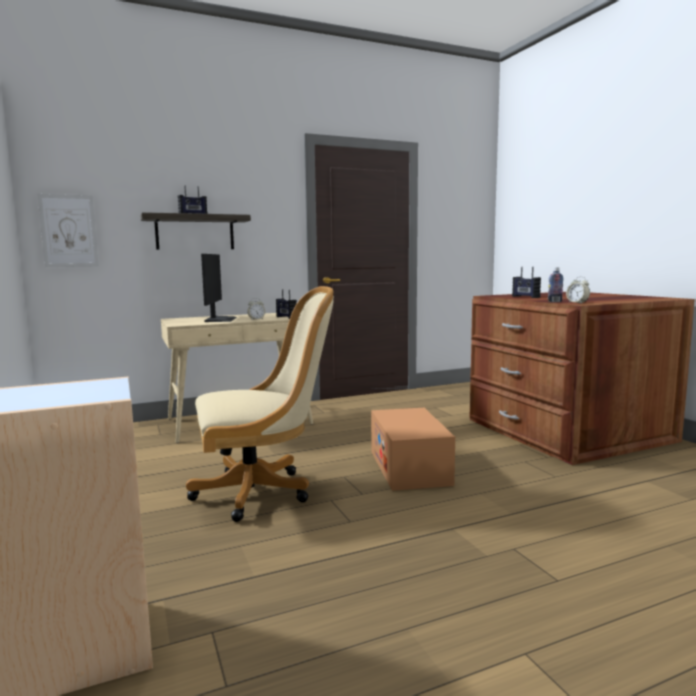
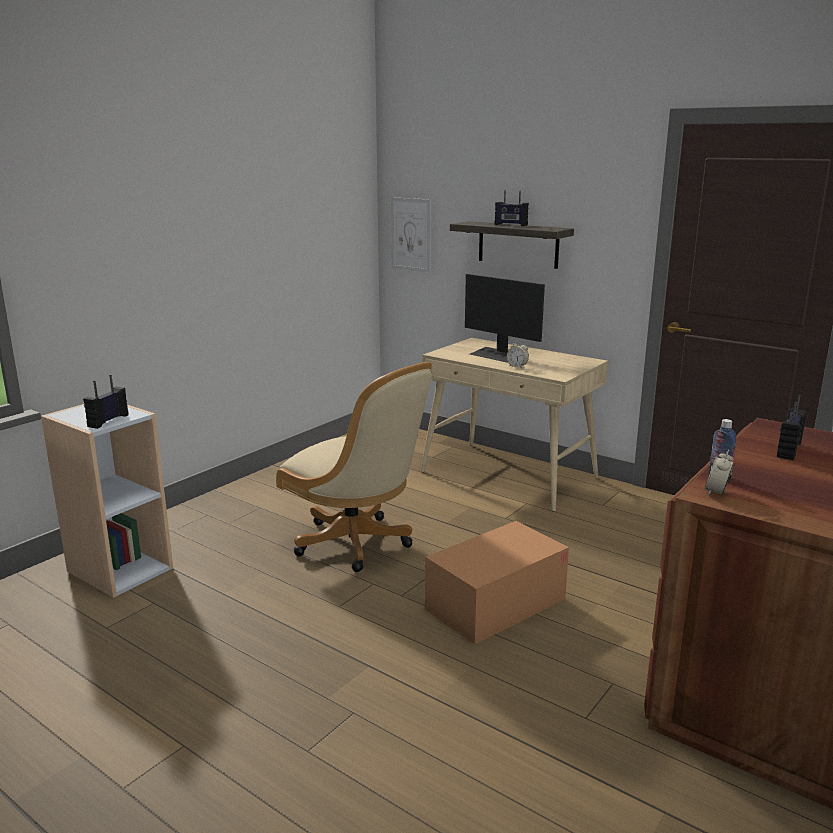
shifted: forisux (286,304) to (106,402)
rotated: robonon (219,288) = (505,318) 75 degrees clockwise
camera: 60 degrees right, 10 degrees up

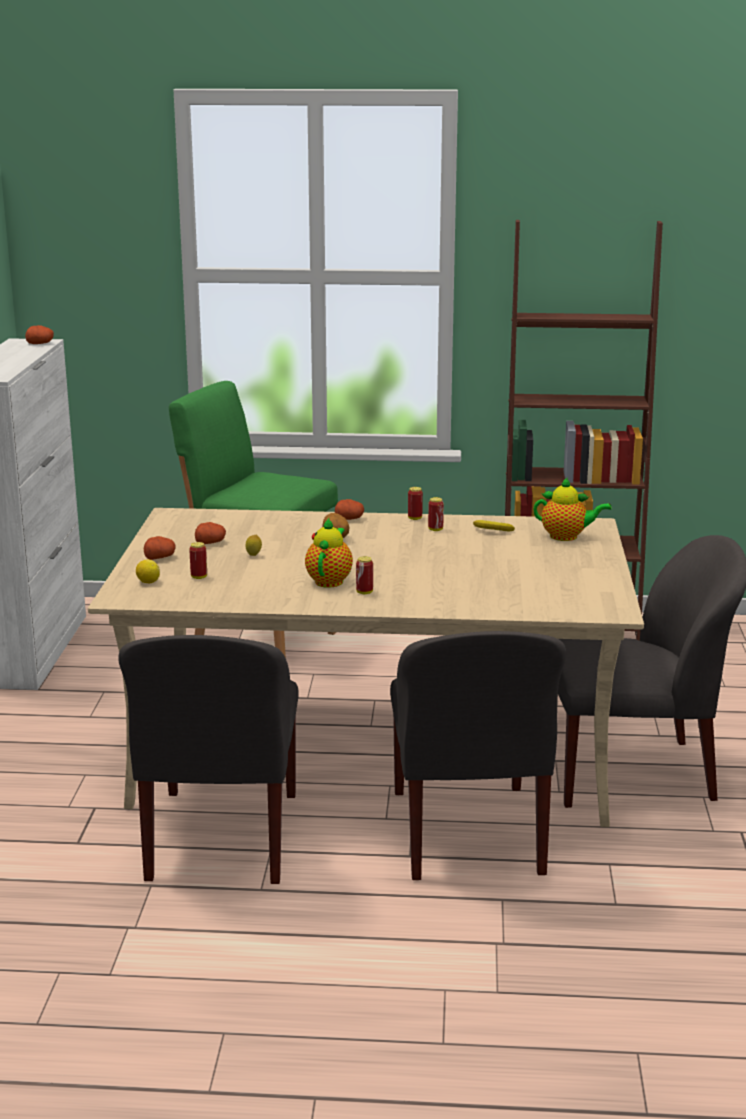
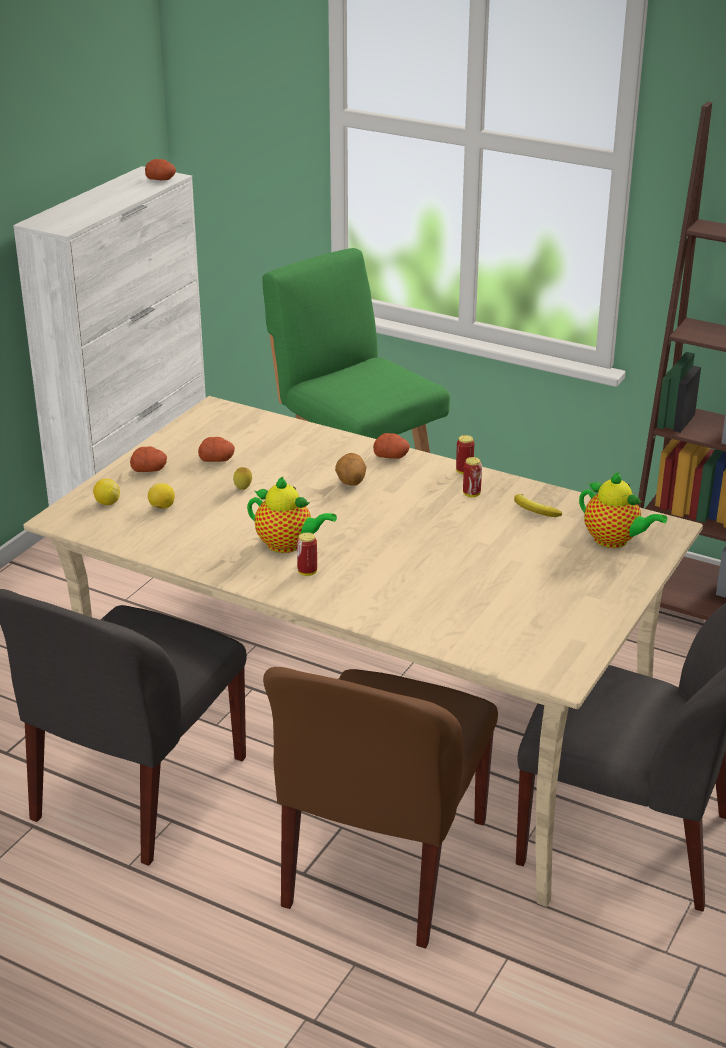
swapped: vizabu (198,560) to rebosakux (161,496)
repainted: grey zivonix (478,755) to brown zivonix (380,807)
rotated: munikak (329,553) = (292,515) 75 degrees clockwise
camera: 25 degrees right, 10 degrees up

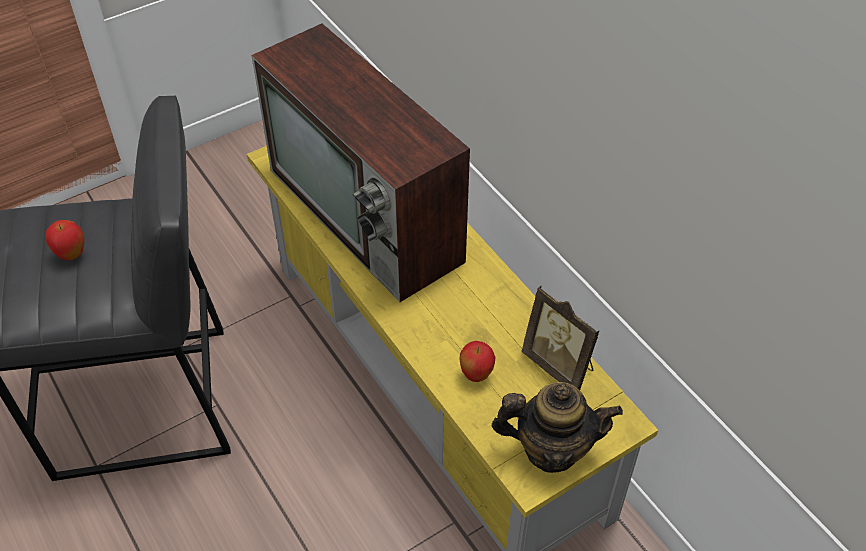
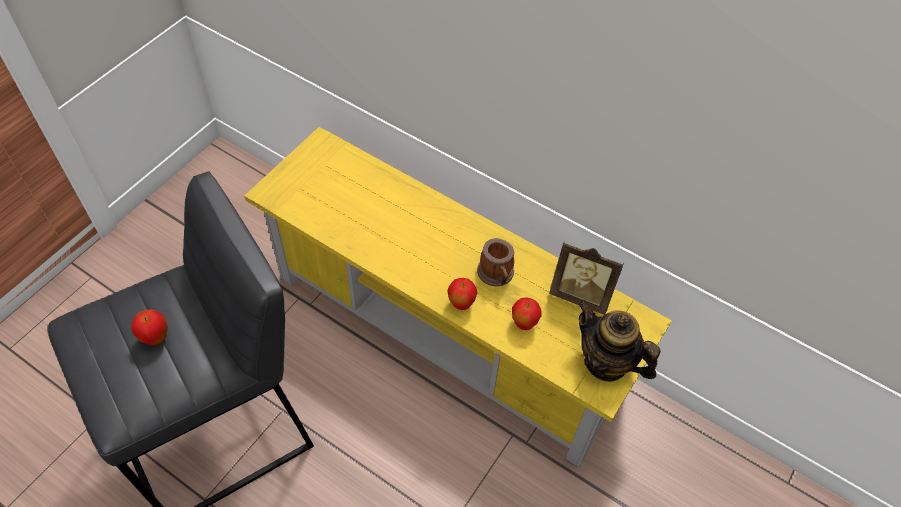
gone: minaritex (361,162)
new: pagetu (462,294); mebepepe (495,262)
rotated: munikak (557,427) = (619,341) 120 degrees counterclockwise
camera: 25 degrees left, 5 degrees up

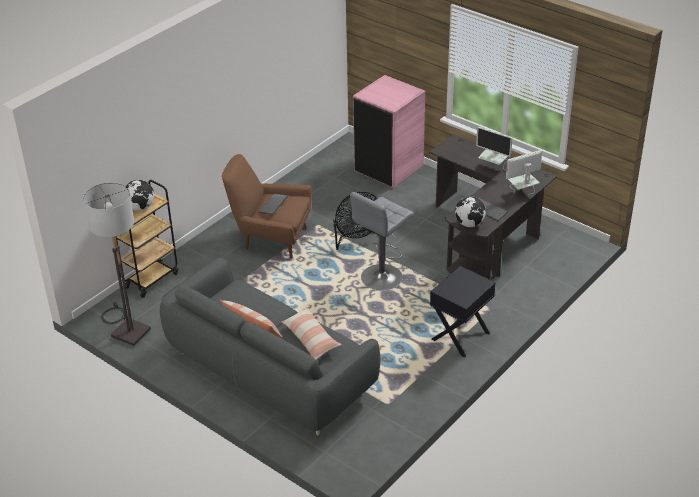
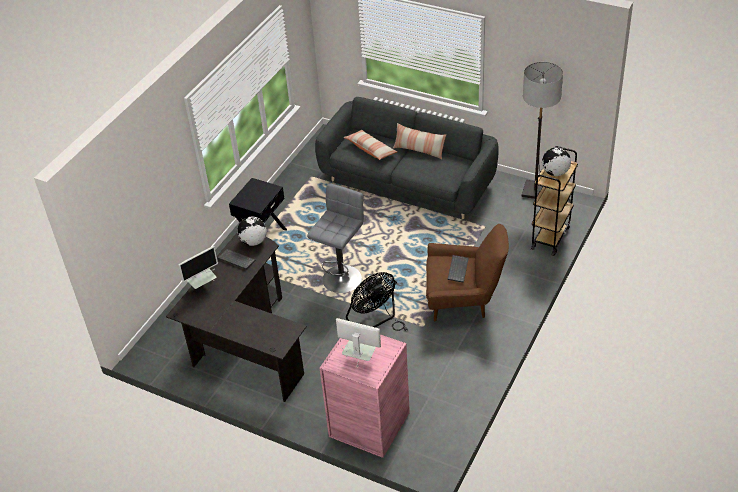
shifted: robonon (494,148) to (358,343)
camera: 170 degrees right, 5 degrees up

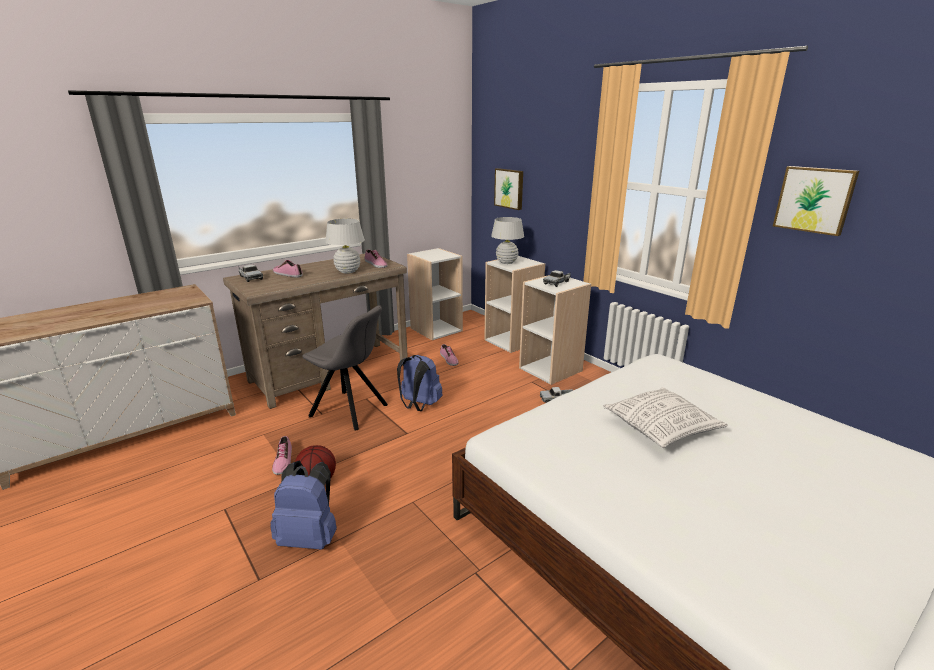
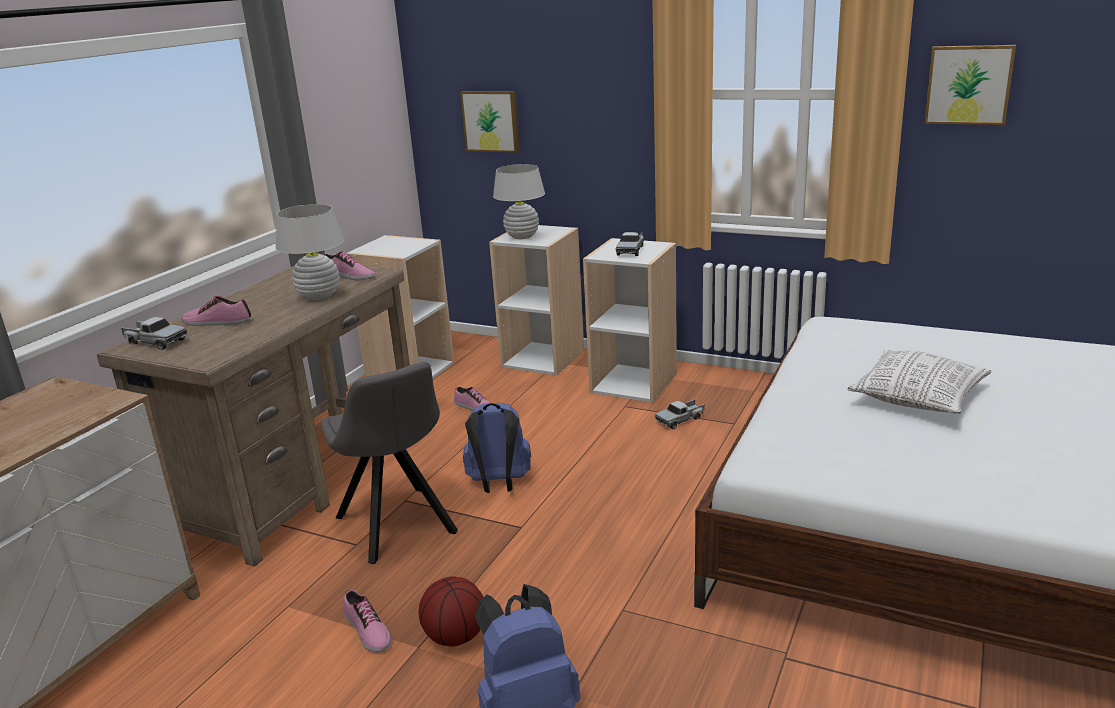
rotated: grey zivonix (345,367) = (389,463) 60 degrees clockwise
camera: 25 degrees left, 0 degrees up

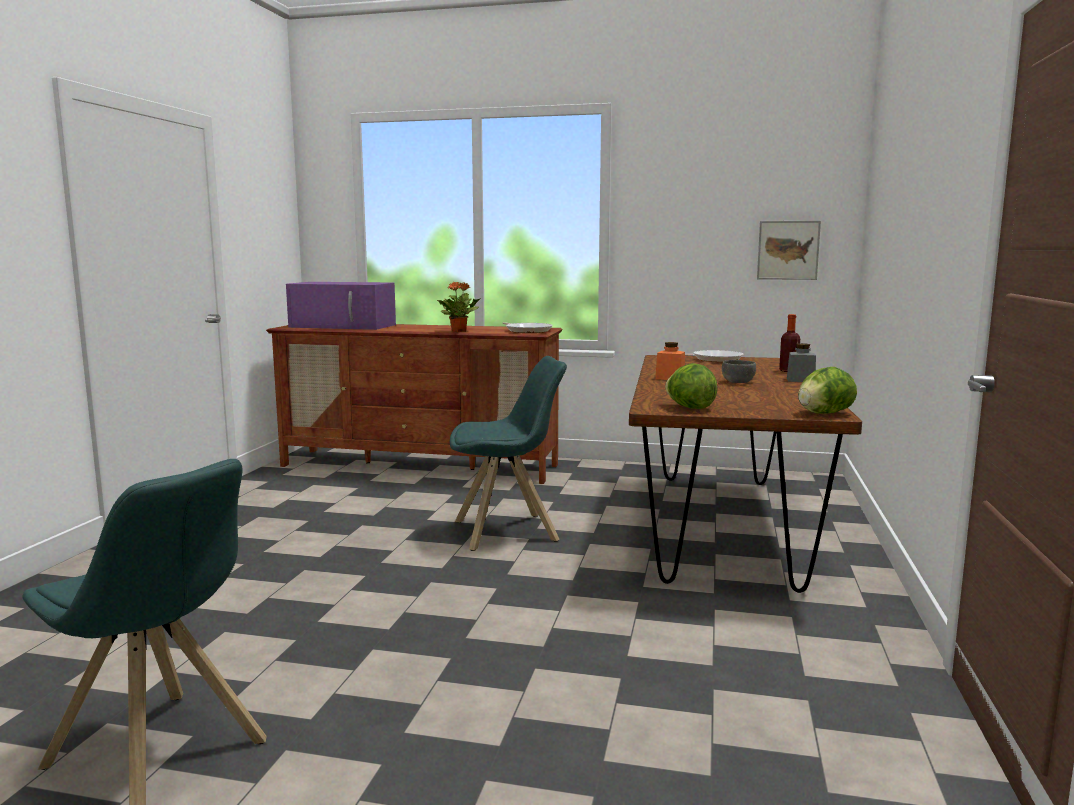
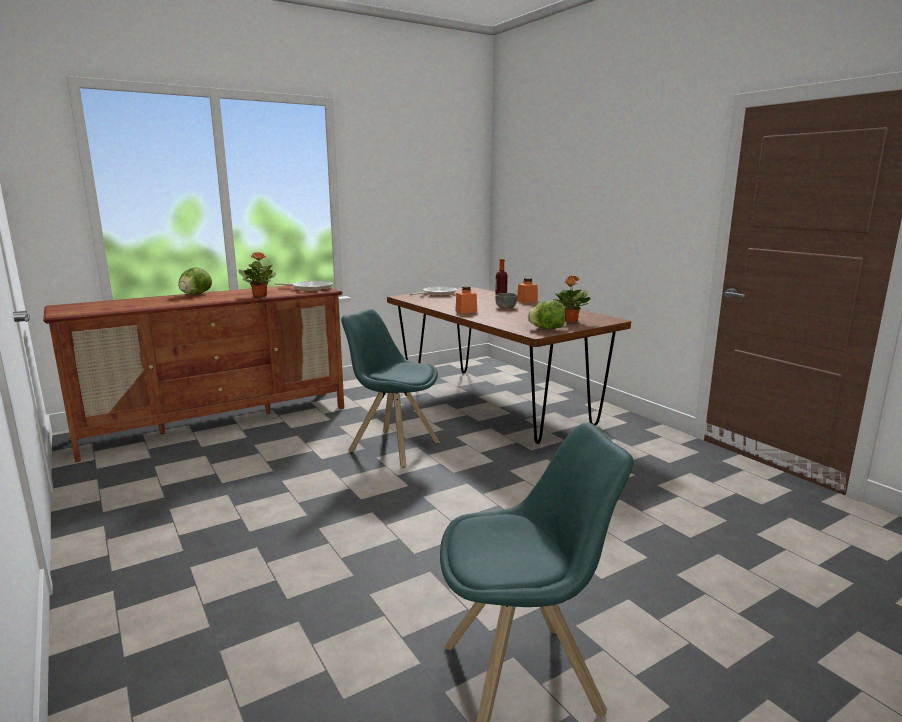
gone: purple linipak (341,306); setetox (789,250)
new: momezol (572,299)
shifted: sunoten (827,390) to (195,281)
repainted: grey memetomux (801,362) to orange memetomux (527,290)
rotated: turquoise zivonix (508,453) = (390,388) 90 degrees counterclockwise
camera: 45 degrees left, 5 degrees up

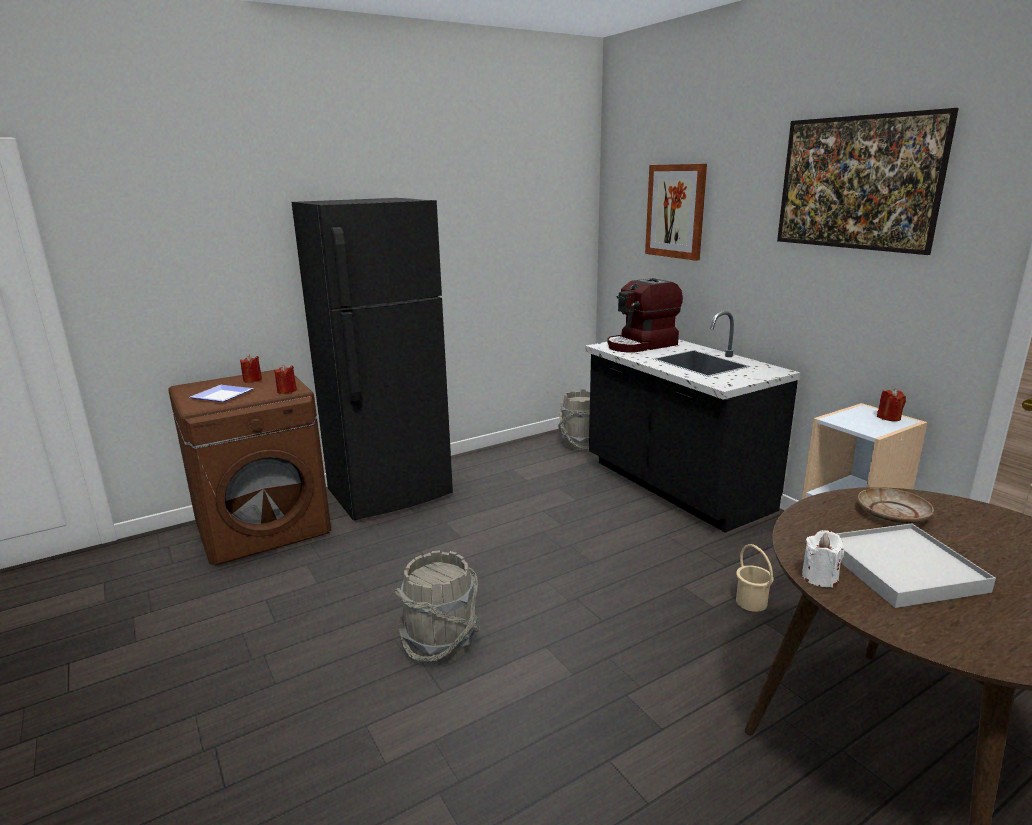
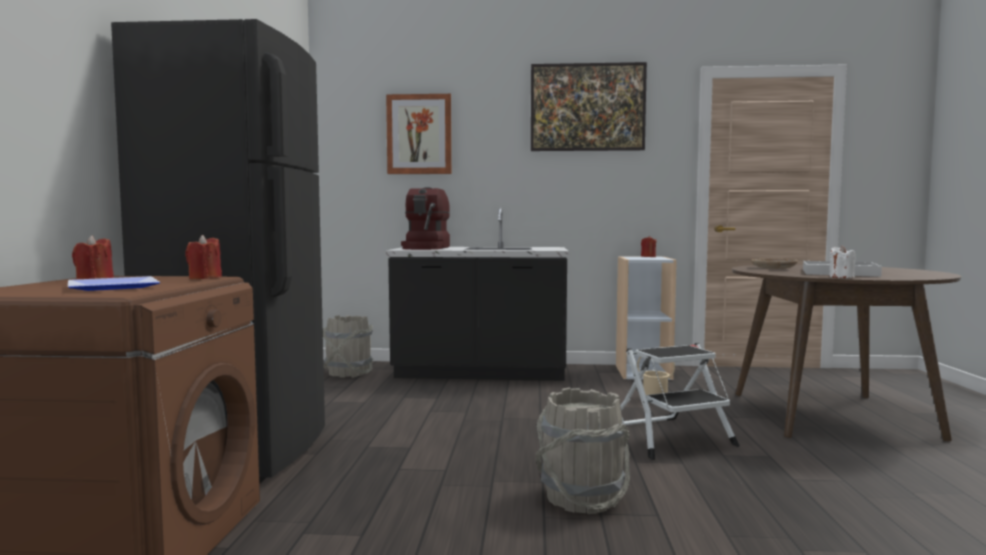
new: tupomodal (680,401)
camera: 55 degrees left, 15 degrees down

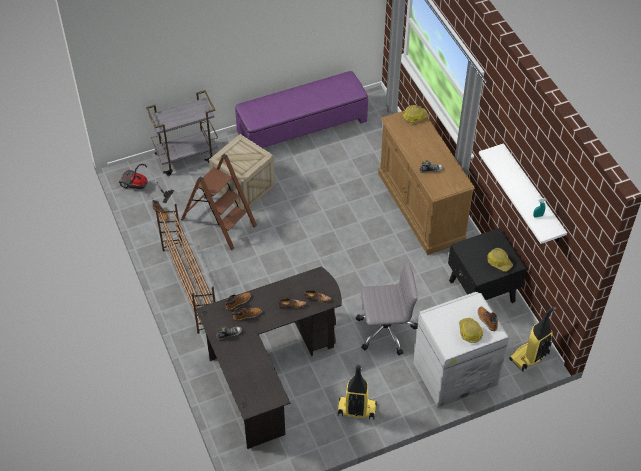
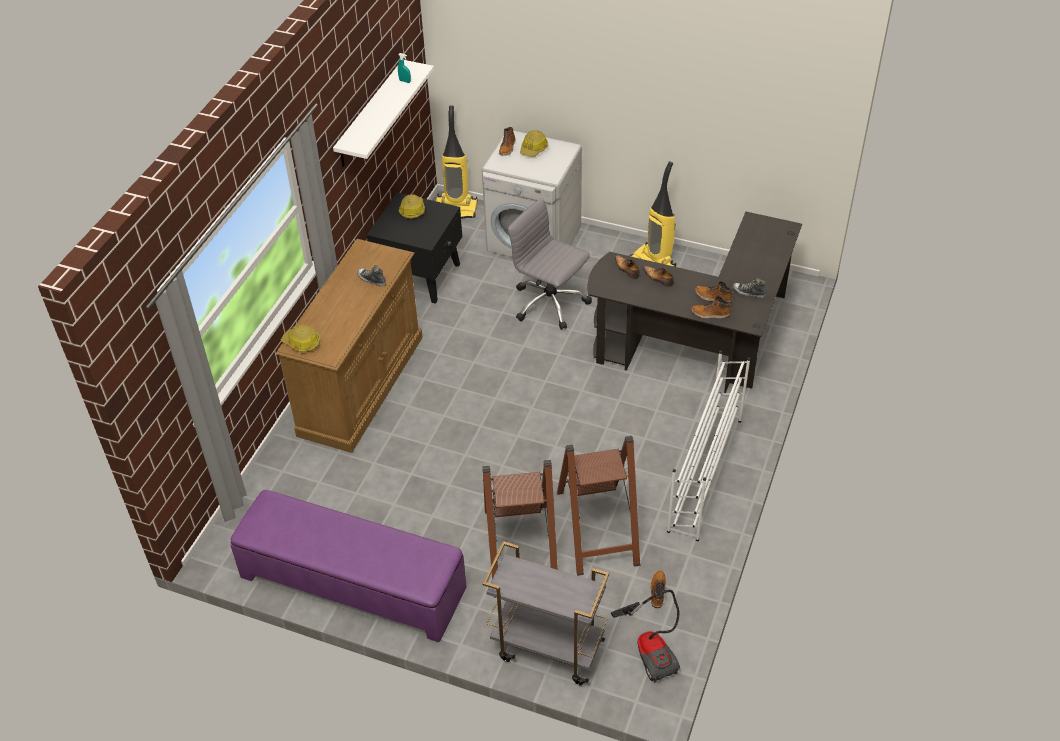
swapped: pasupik (242,172) to brown tupomodal (520,529)
repainted: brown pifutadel (185,269) to white pifutadel (708,446)
camera: 135 degrees left, 5 degrees down

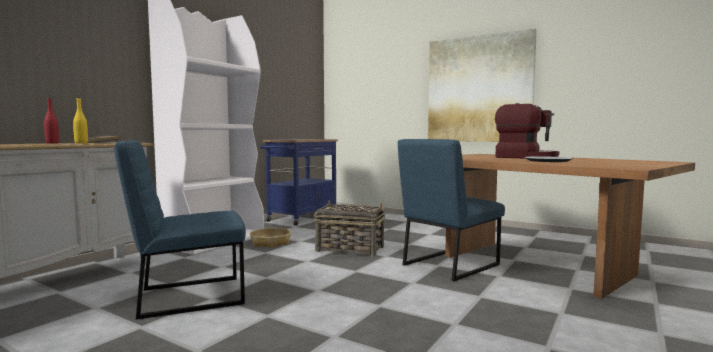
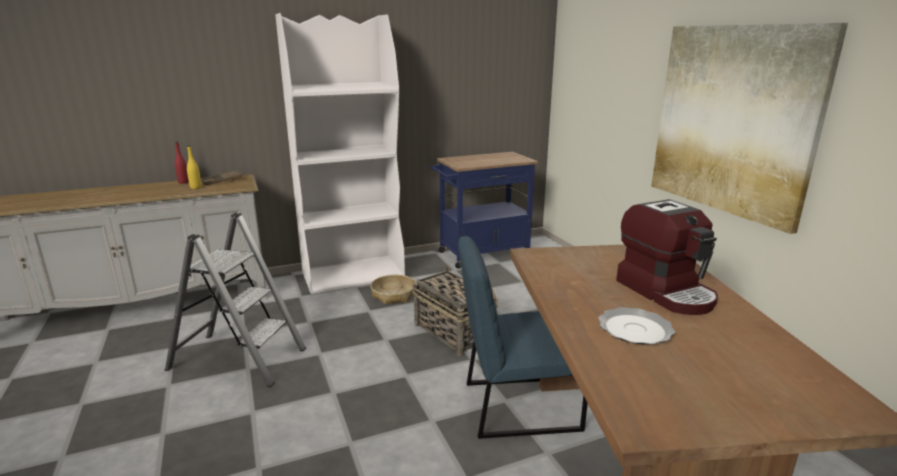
swapped: blue zivonix (180,230) to grey tupomodal (235,300)
camera: 35 degrees right, 15 degrees up

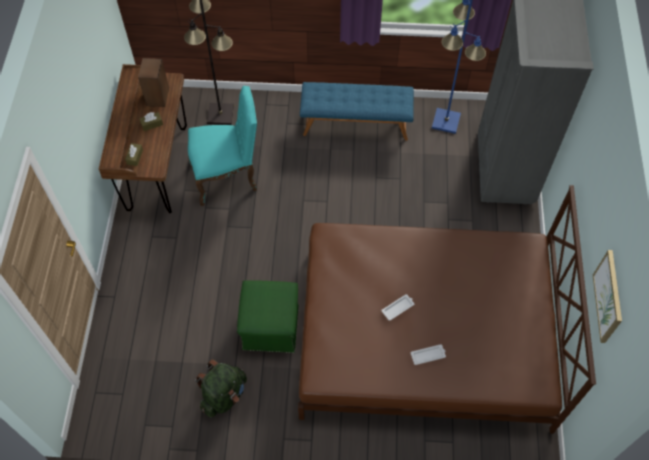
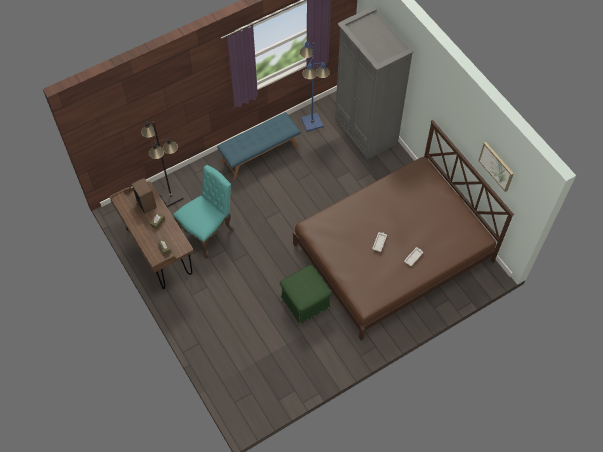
gone: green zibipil (221,388)
camera: 35 degrees left, 0 degrees up

